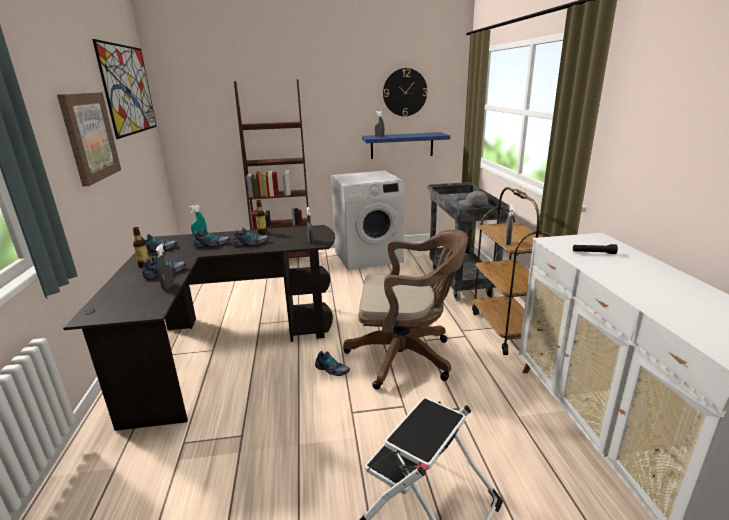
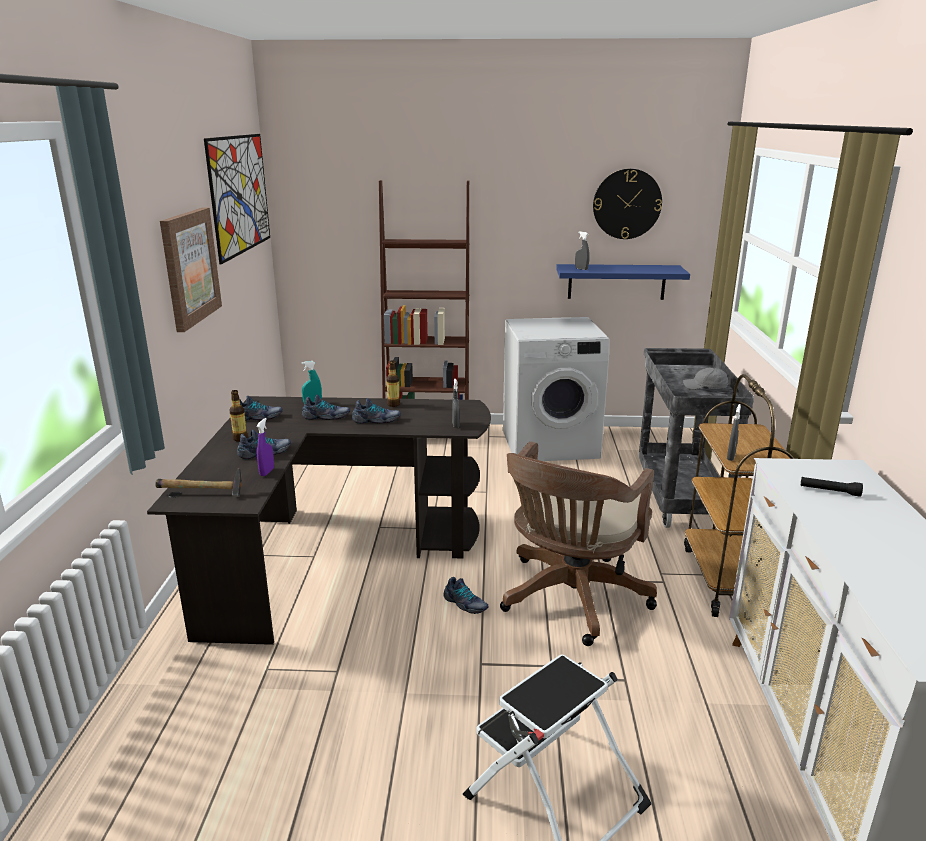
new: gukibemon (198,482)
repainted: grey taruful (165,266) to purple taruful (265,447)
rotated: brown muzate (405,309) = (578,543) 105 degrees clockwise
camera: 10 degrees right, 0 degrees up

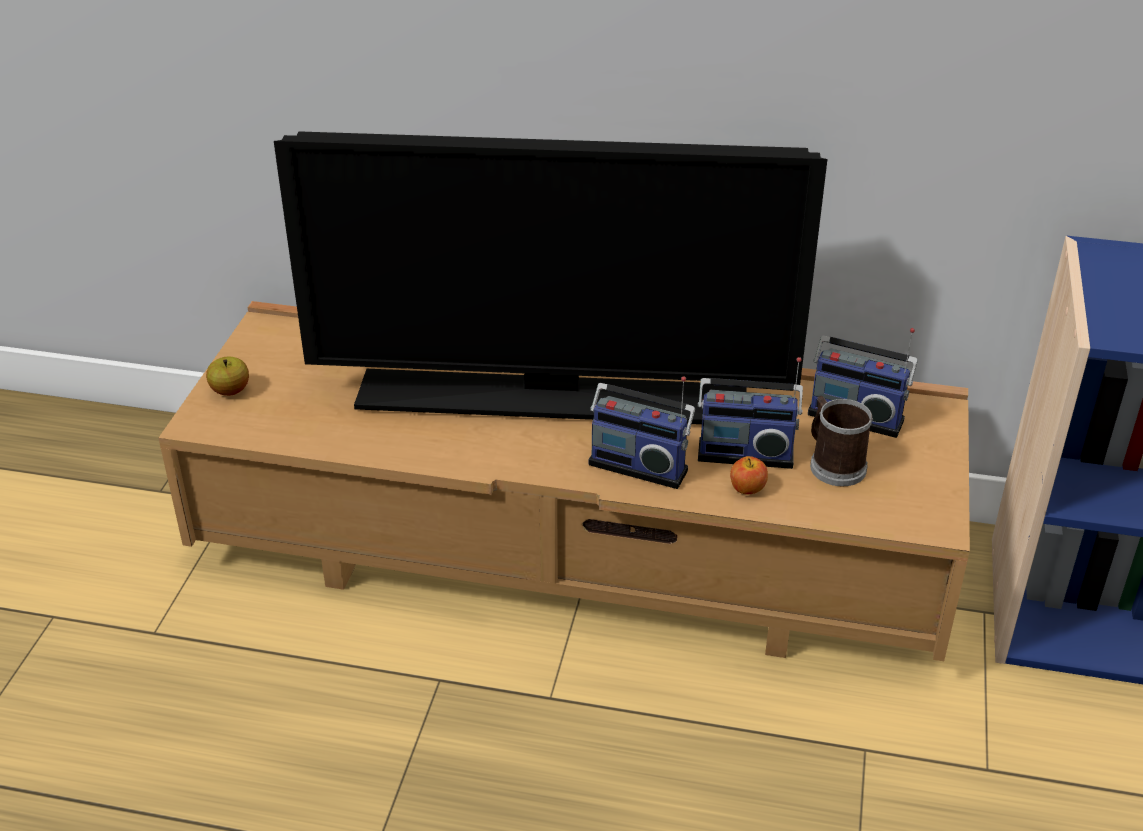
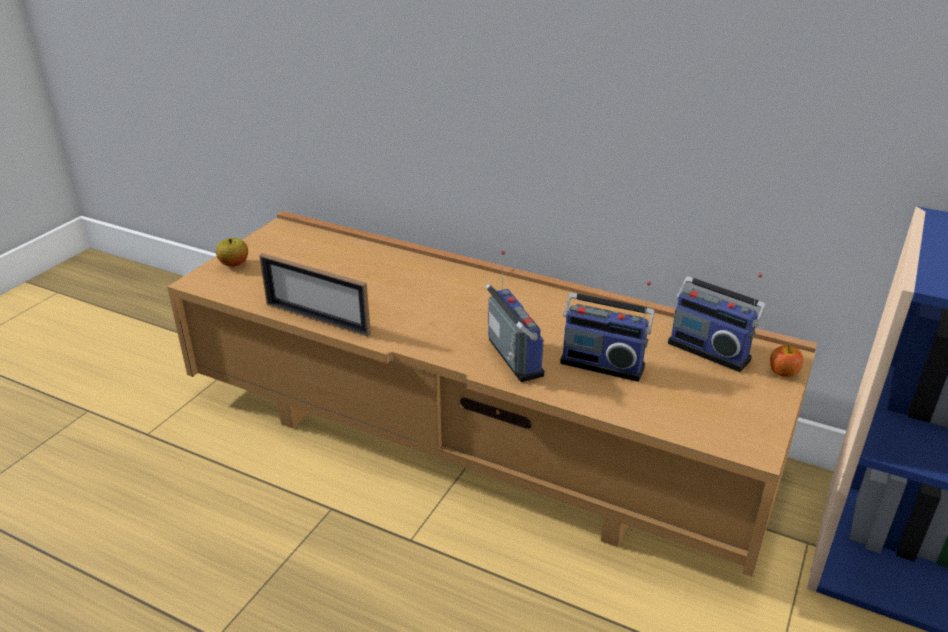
gone: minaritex (550,277); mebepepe (841,441)
new: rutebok (315,295)
shifted: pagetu (749,475) to (786,361)
rotated: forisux (642,432) = (515,316) 150 degrees counterclockwise
camera: 15 degrees right, 5 degrees down

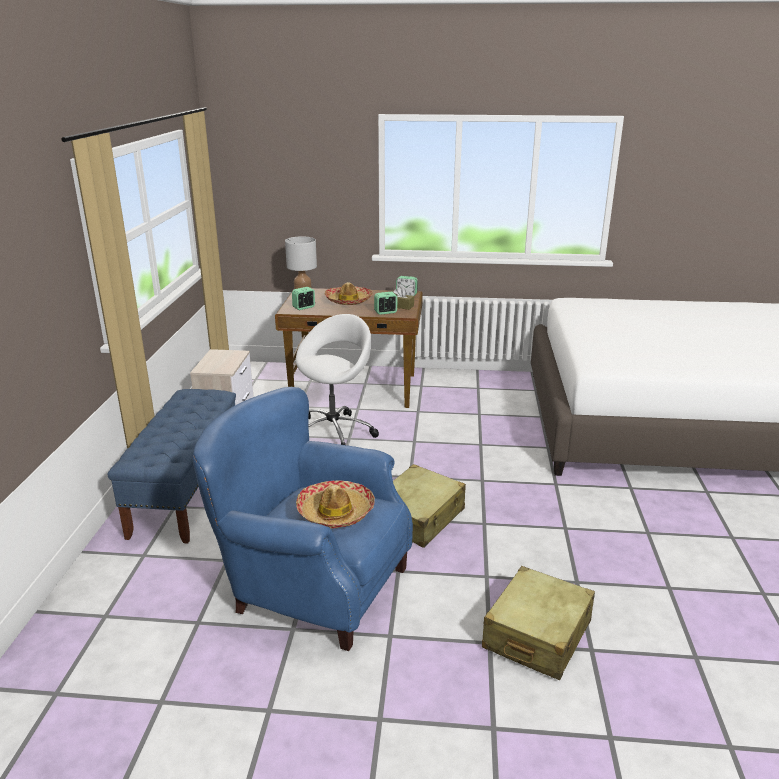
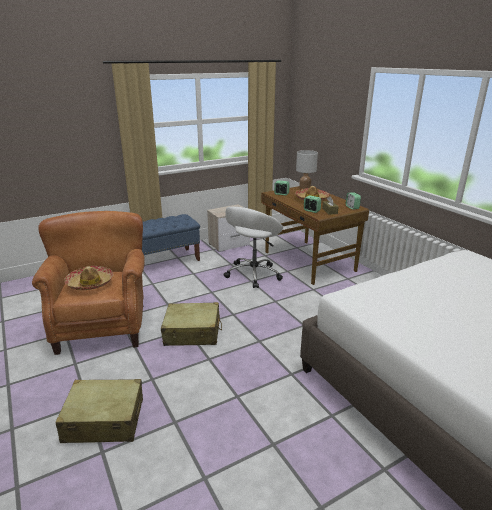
repainted: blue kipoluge (303,519) to brown kipoluge (88,283)
rotated: white muzate (337,379) = (253,247) 105 degrees clockwise
camera: 55 degrees right, 0 degrees up

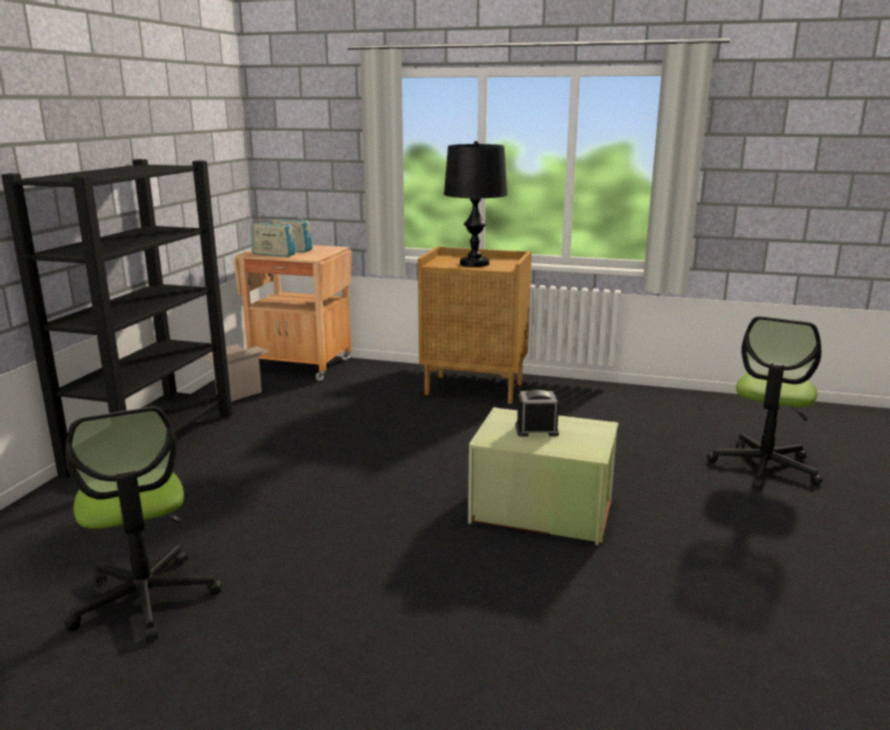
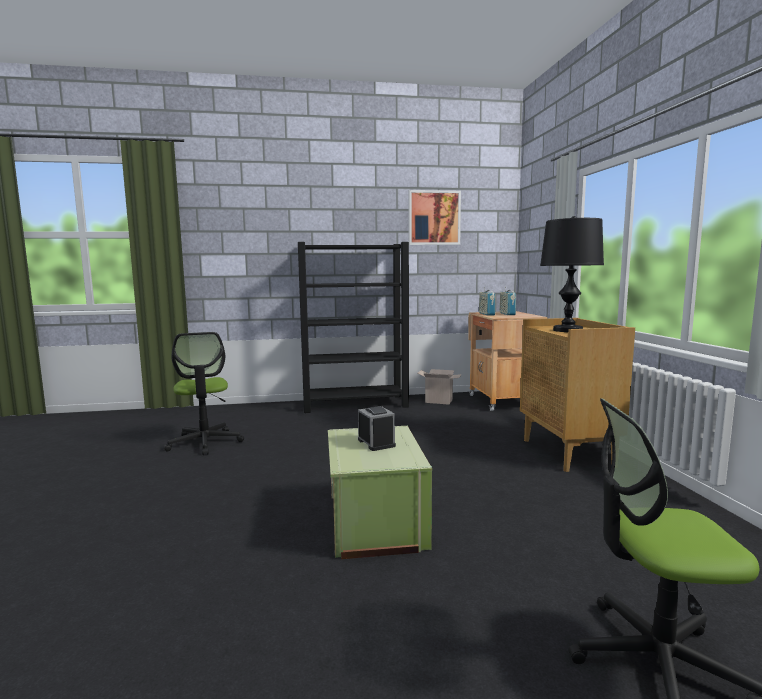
new: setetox (435,217)
rotated: muzate (143,524) = (204,393) 60 degrees counterclockwise
camera: 65 degrees right, 10 degrees down

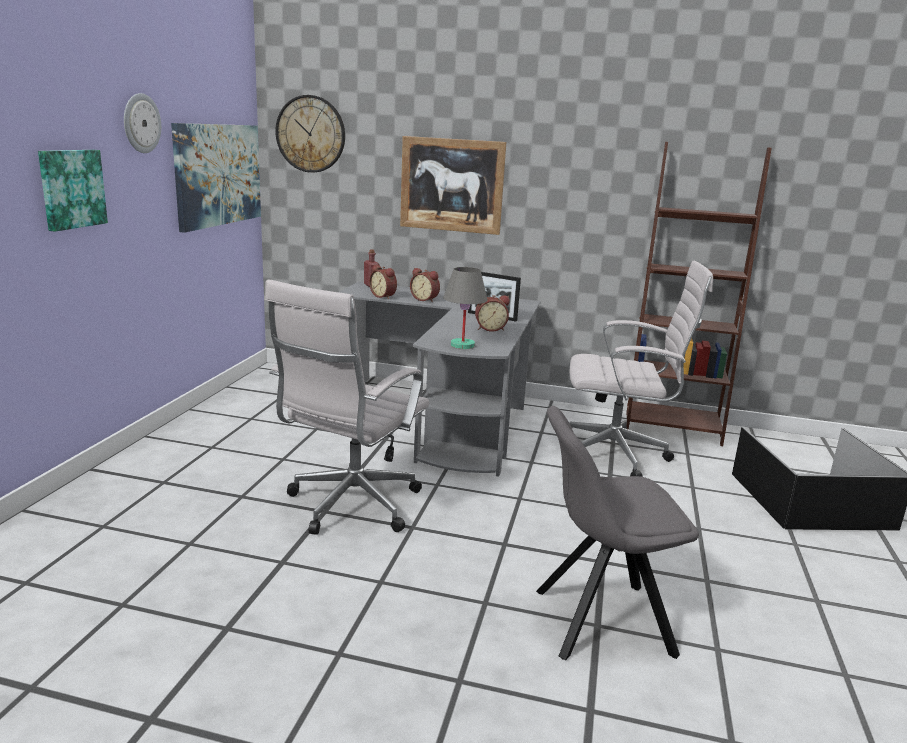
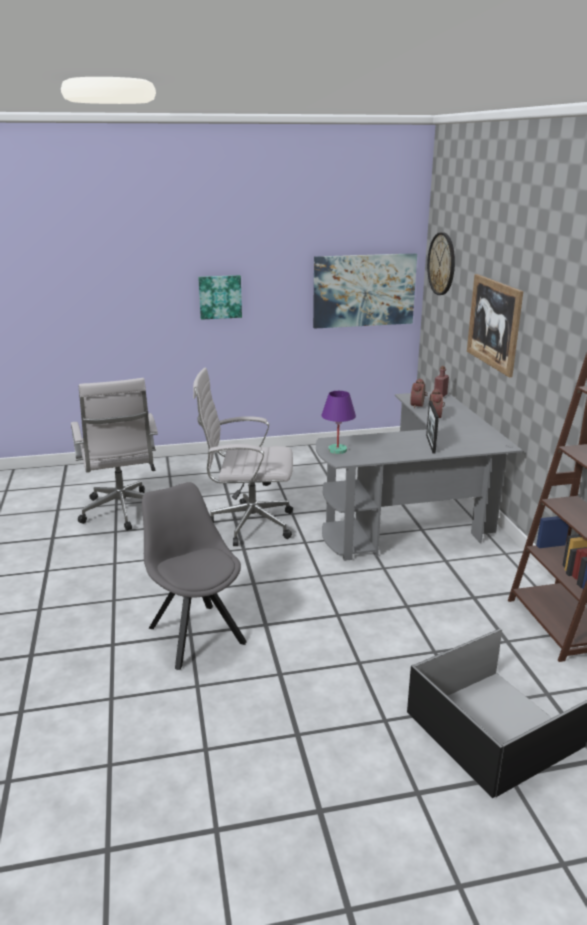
gone: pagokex (142,123); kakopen (492,313)
shifted: white muzate (641,369) to (114,454)
repainted: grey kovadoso (465,308) to purple kovadoso (338,422)
camera: 65 degrees right, 5 degrees up

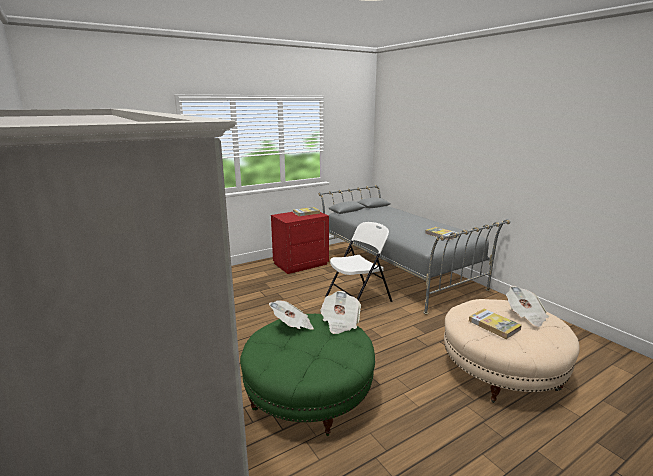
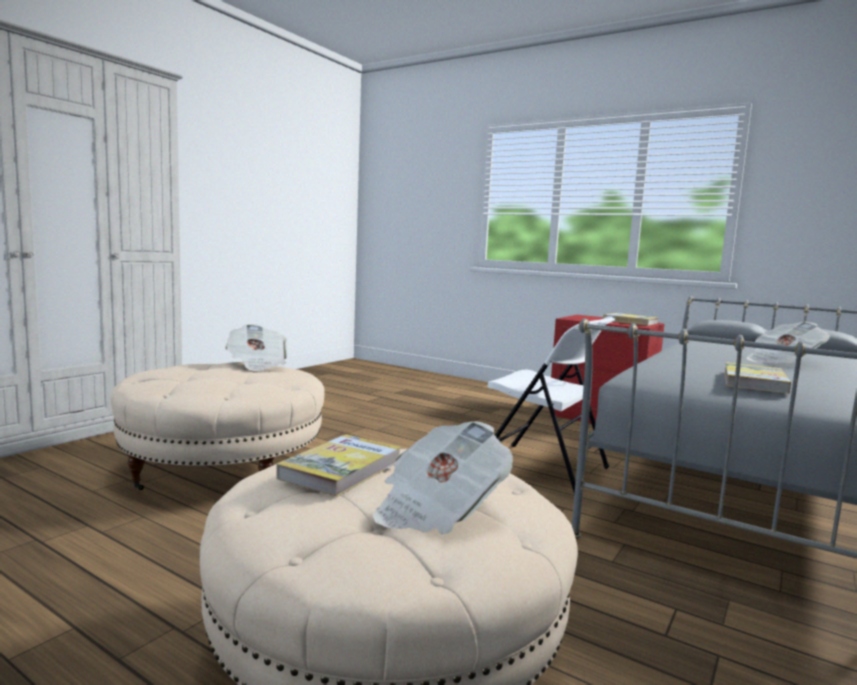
shifted: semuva (340,312) to (788,342)
repainted: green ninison (307,375) to beige ninison (218,426)
camera: 65 degrees right, 10 degrees down

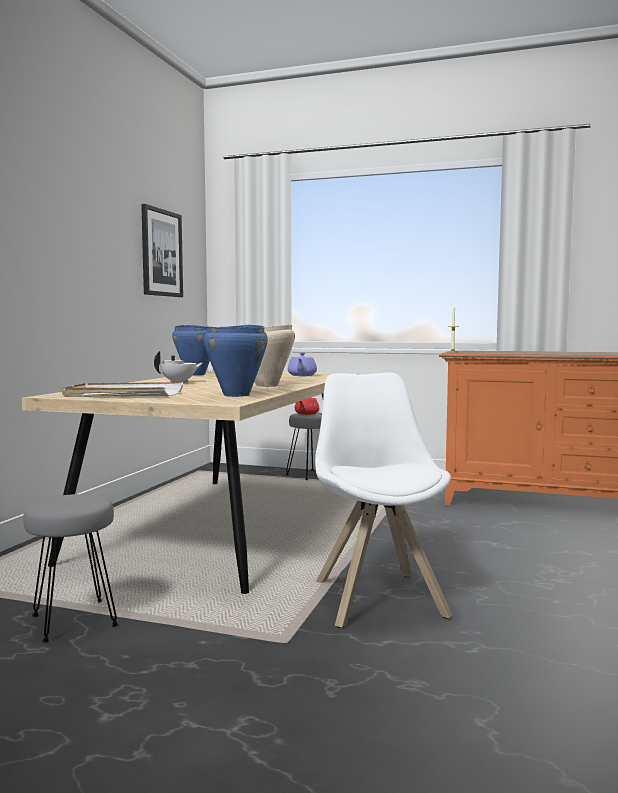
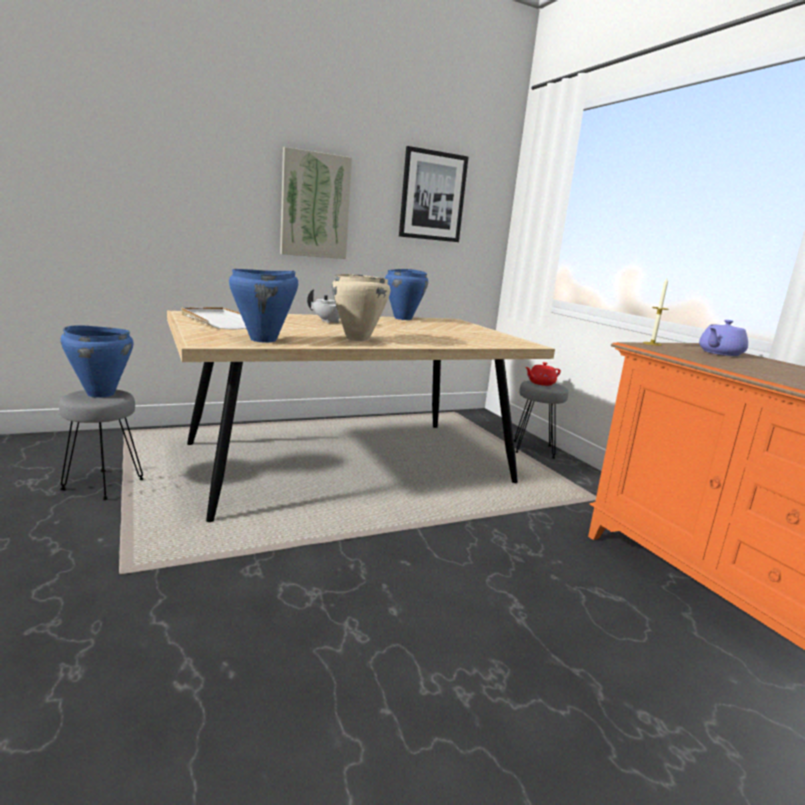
gone: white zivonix (383,500)
new: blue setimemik (97,361); setetox (316,203)
shifted: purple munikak (302,364) to (723,338)
camera: 45 degrees right, 10 degrees up

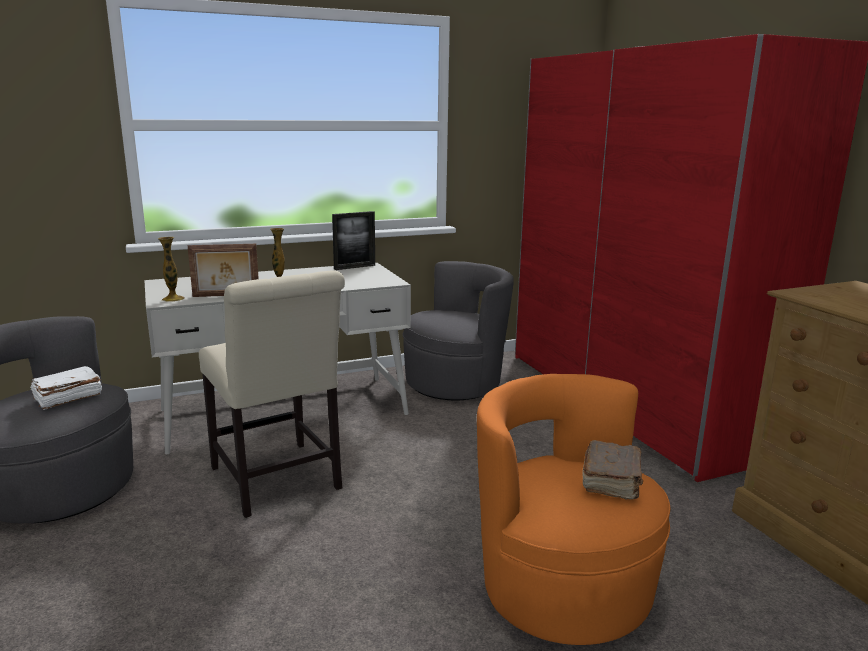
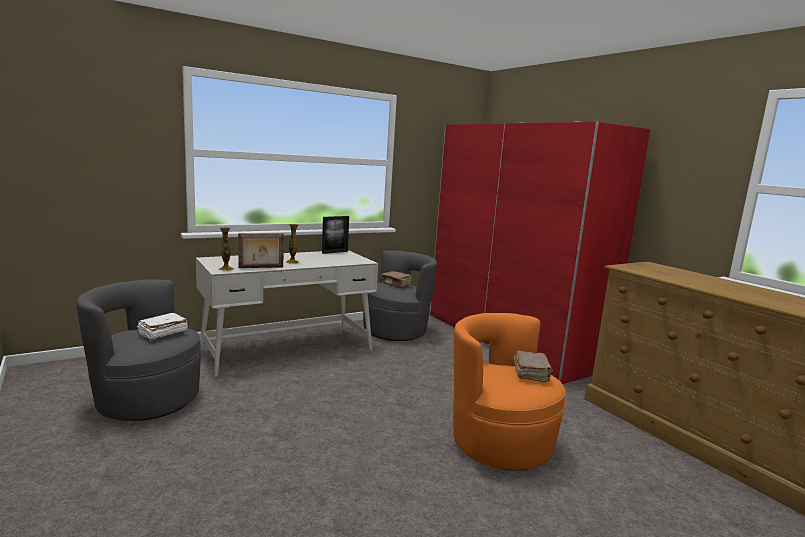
gone: beige zivonix (272,394)
new: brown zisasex (396,279)
camera: 10 degrees left, 5 degrees down

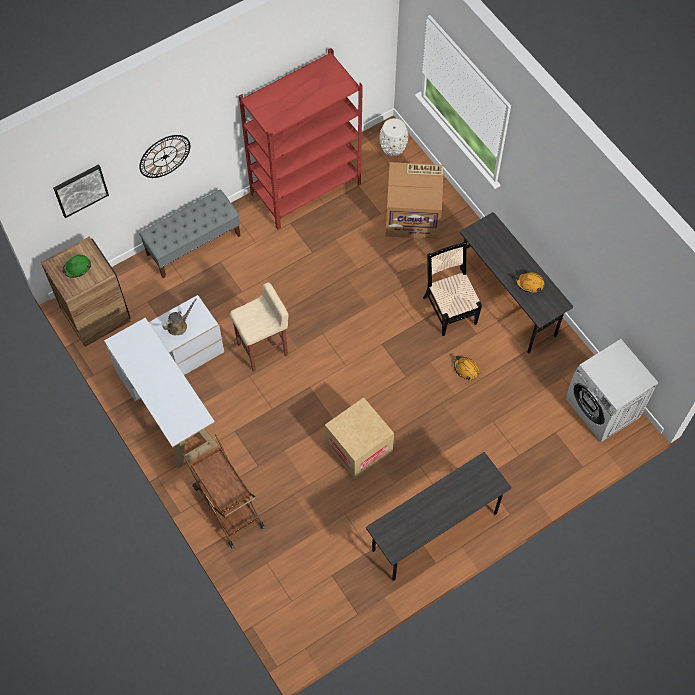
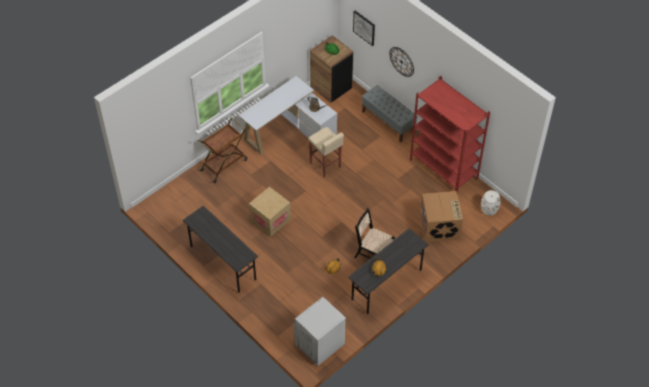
rotated: zivonix (452,288) = (374,233) 120 degrees counterclockwise
camera: 80 degrees right, 10 degrees down

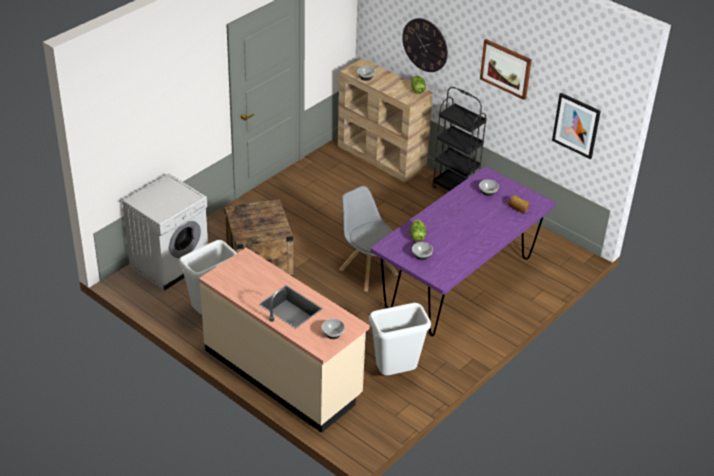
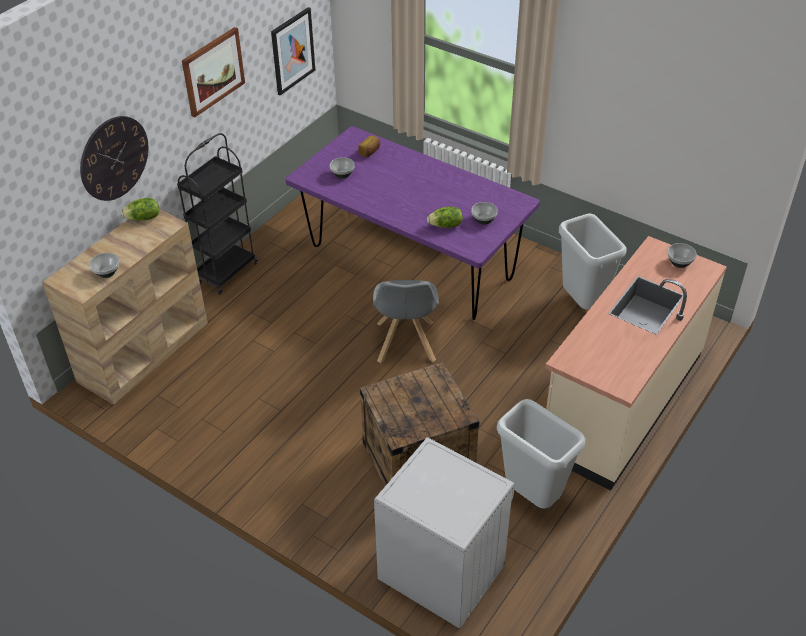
rotated: grey zivonix (368,238) = (405,321) 45 degrees counterclockwise
camera: 95 degrees left, 5 degrees up

